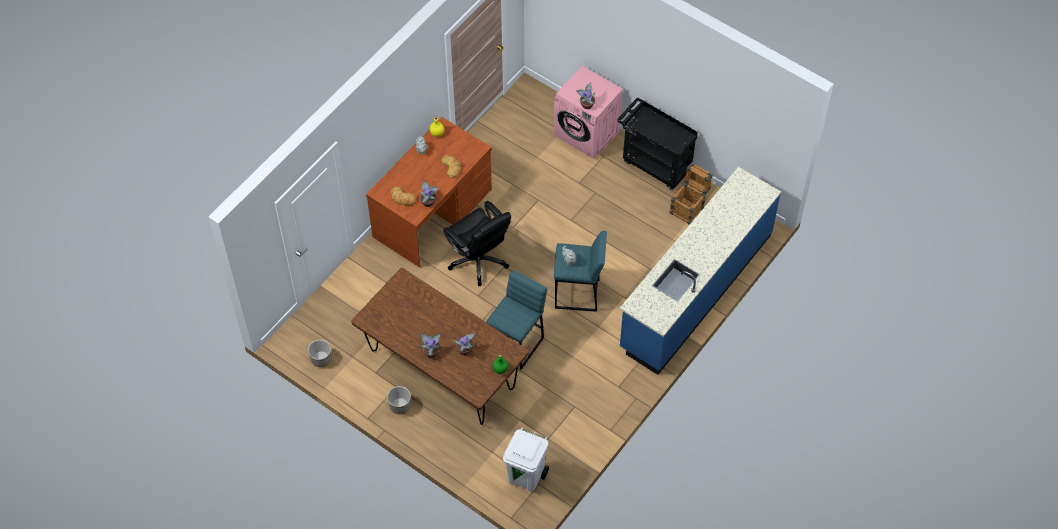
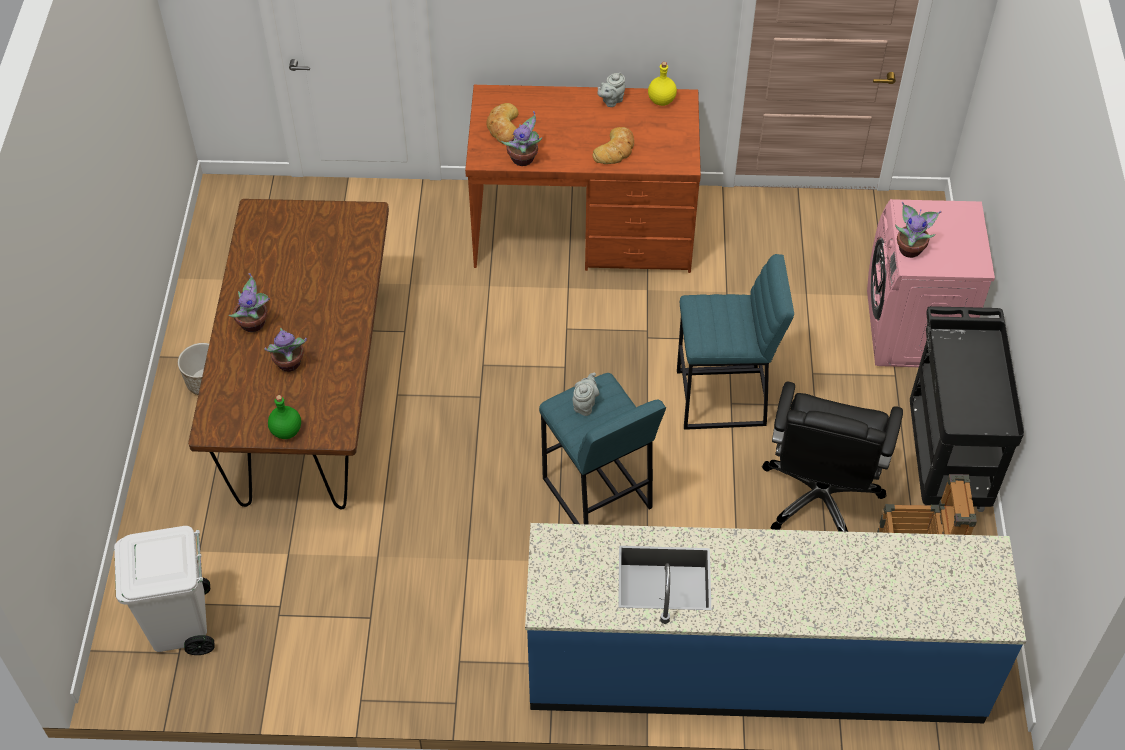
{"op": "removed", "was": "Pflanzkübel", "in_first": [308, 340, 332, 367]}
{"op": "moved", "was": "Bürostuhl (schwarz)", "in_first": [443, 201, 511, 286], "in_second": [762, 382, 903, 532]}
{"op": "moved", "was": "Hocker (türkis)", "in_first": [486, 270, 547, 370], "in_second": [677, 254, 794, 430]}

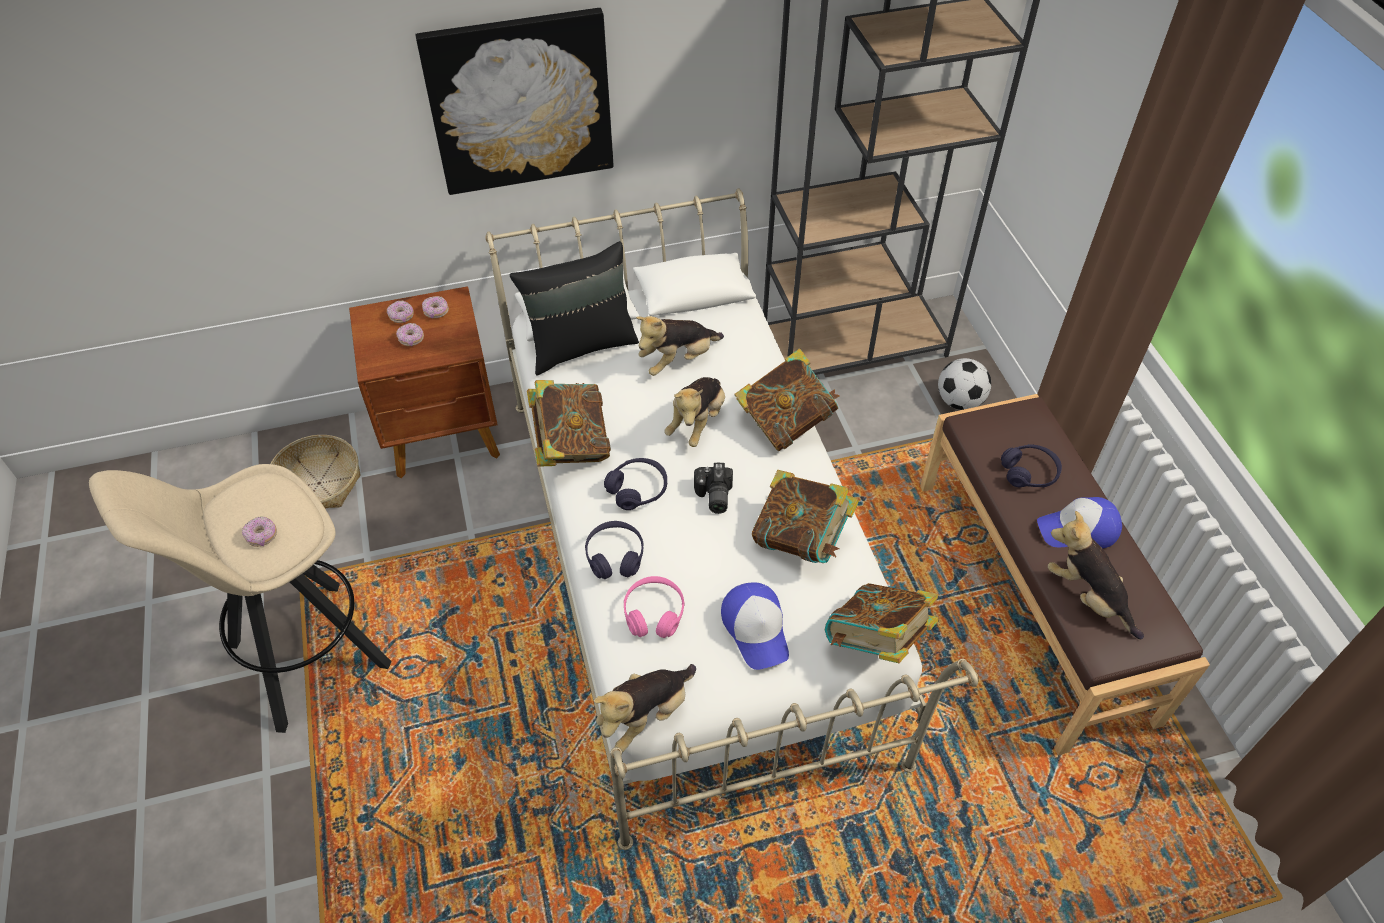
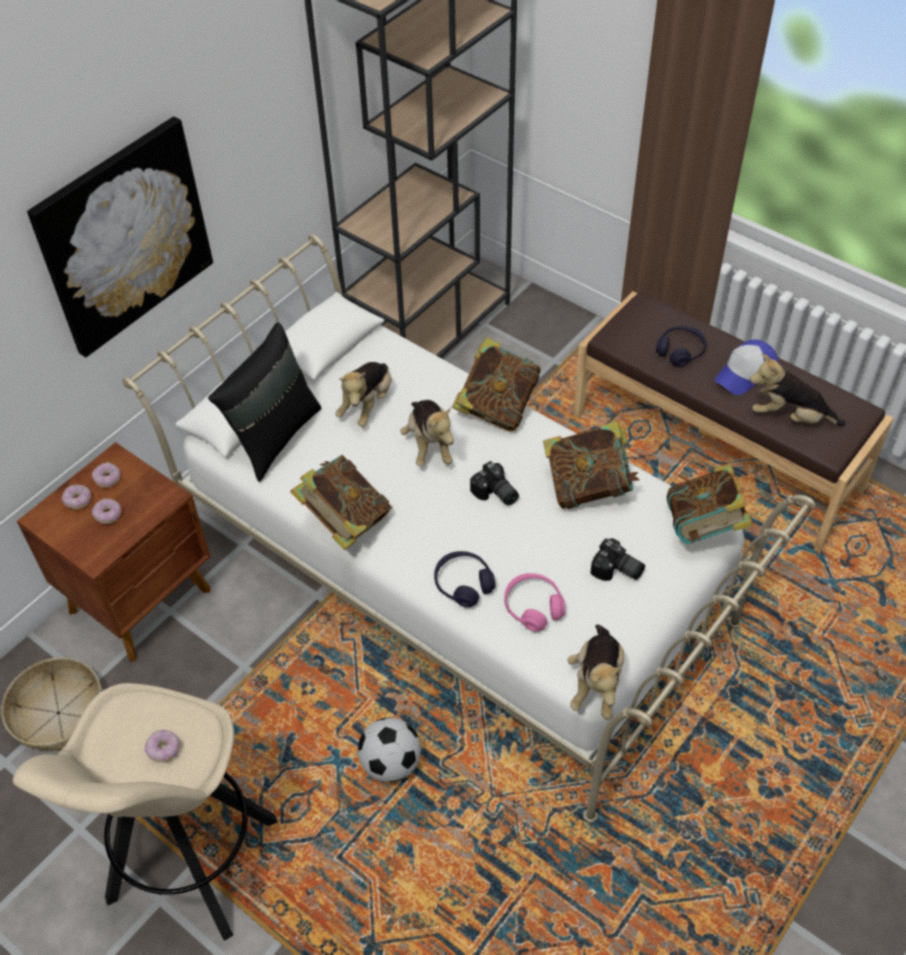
{"op": "removed", "was": "Kopfhörer (lila)", "in_first": [604, 458, 667, 510]}
{"op": "replaced", "was": "Kappe", "now": "Kamera", "in_first": [721, 583, 789, 670], "in_second": [590, 538, 645, 581]}
{"op": "moved", "was": "Fußball", "in_first": [938, 358, 991, 410], "in_second": [358, 717, 421, 782]}

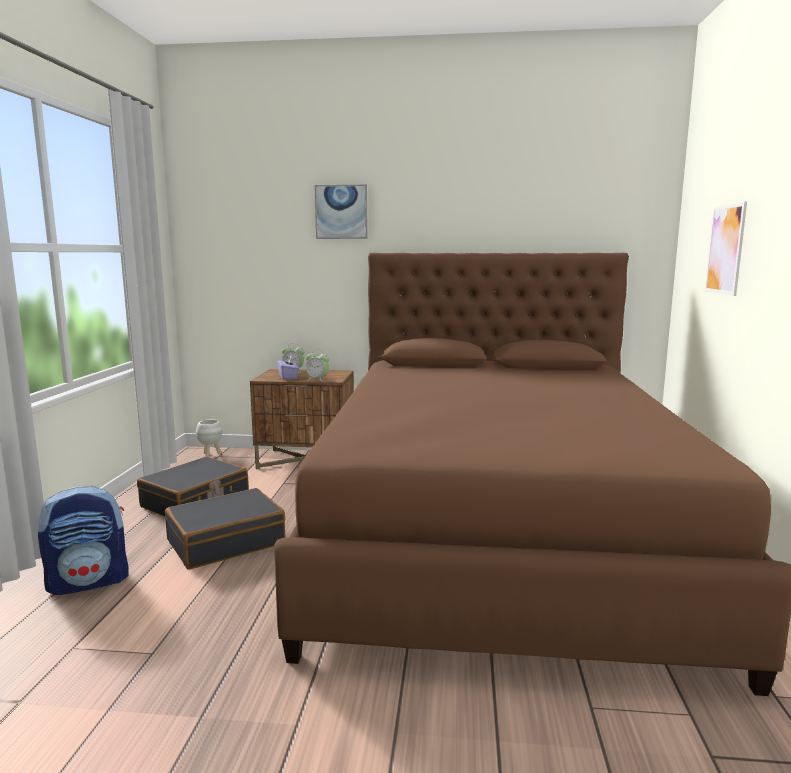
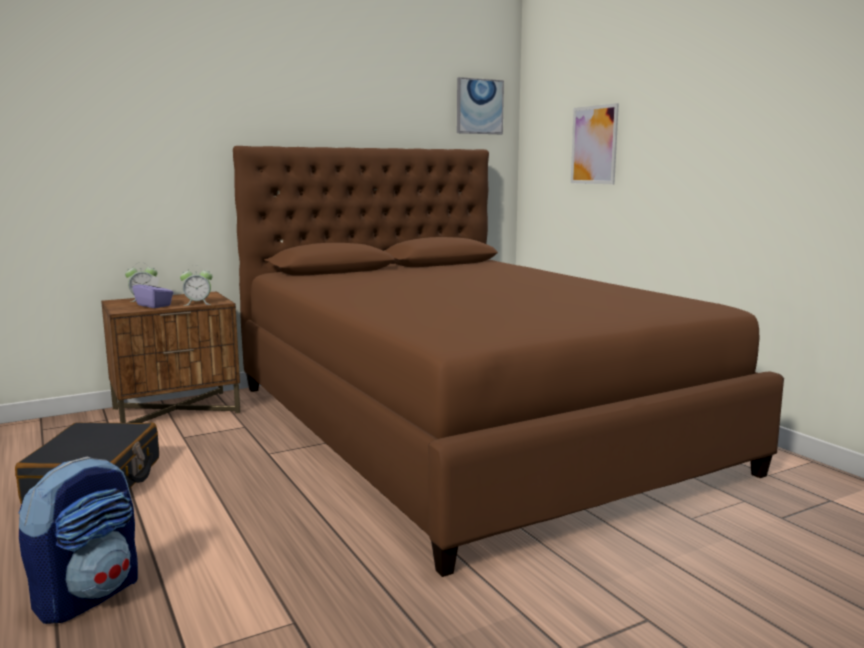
{"op": "removed", "was": "Koffer (schwarz)", "in_first": [165, 488, 285, 570]}
{"op": "removed", "was": "Pflanzkübel (weiß)", "in_first": [196, 420, 222, 457]}
{"op": "moved", "was": "Bild", "in_first": [315, 185, 368, 239], "in_second": [457, 77, 504, 134]}

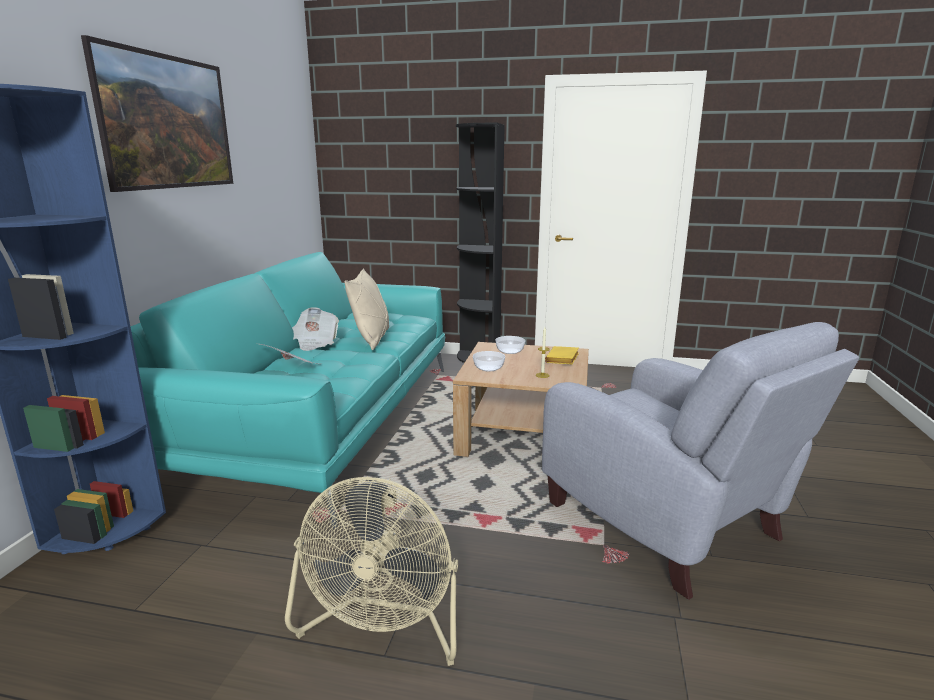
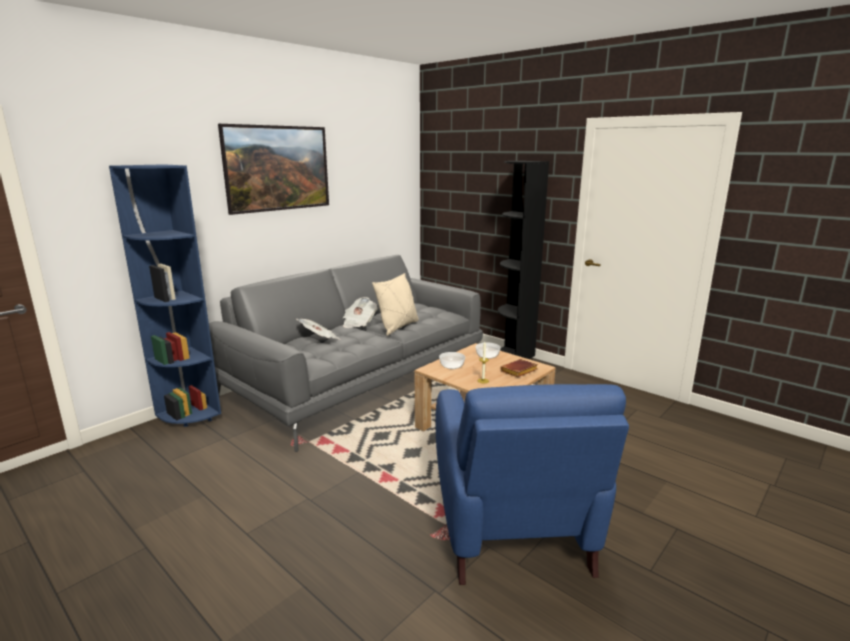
{"op": "recoloured", "was": "Sofa (türkis)", "now": "Sofa (grau)", "in_first": [130, 252, 445, 528], "in_second": [209, 255, 483, 452]}
{"op": "removed", "was": "Ventilator (beige)", "in_first": [285, 476, 458, 666]}
{"op": "recoloured", "was": "Sessel (grau)", "now": "Sessel (blau)", "in_first": [542, 322, 859, 600], "in_second": [436, 384, 629, 585]}
{"op": "recoloured", "was": "Buch (gelb)", "now": "Buch (braun)", "in_first": [545, 346, 579, 364], "in_second": [500, 359, 538, 377]}

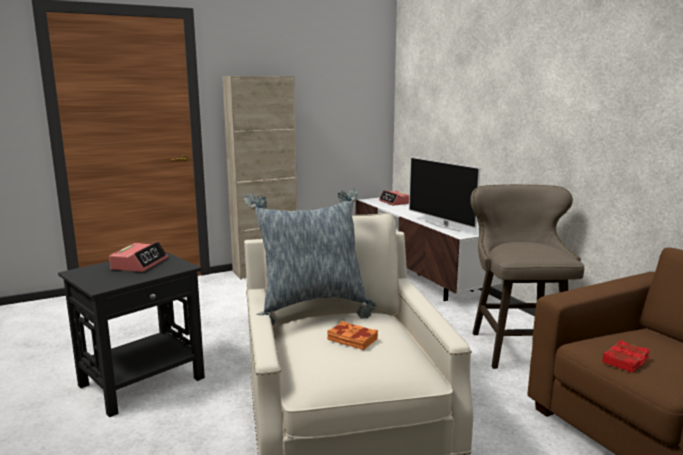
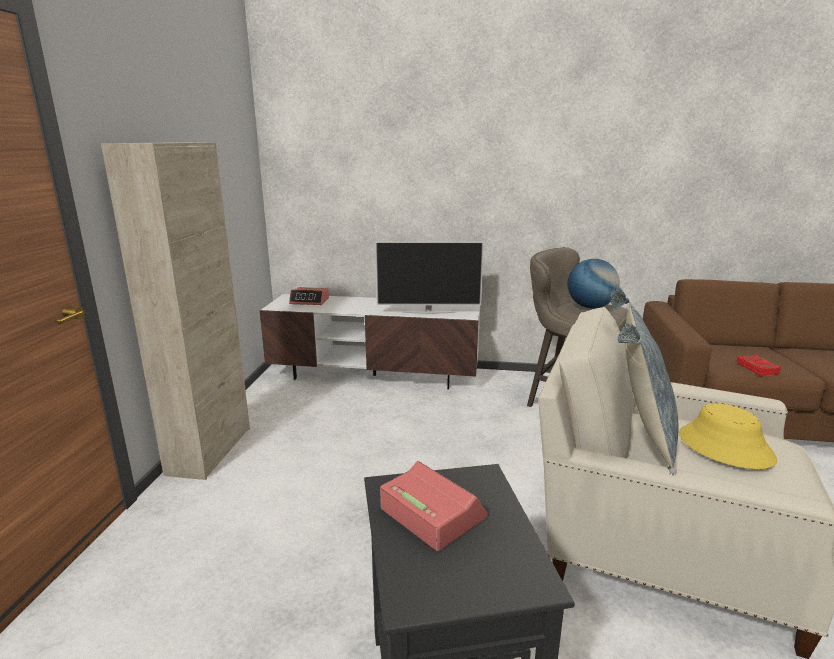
{"op": "replaced", "was": "Buch (orange)", "now": "Hut (gelb)", "in_first": [327, 321, 378, 350], "in_second": [679, 403, 777, 469]}
{"op": "added", "now": "Globus", "in_second": [568, 259, 620, 308]}

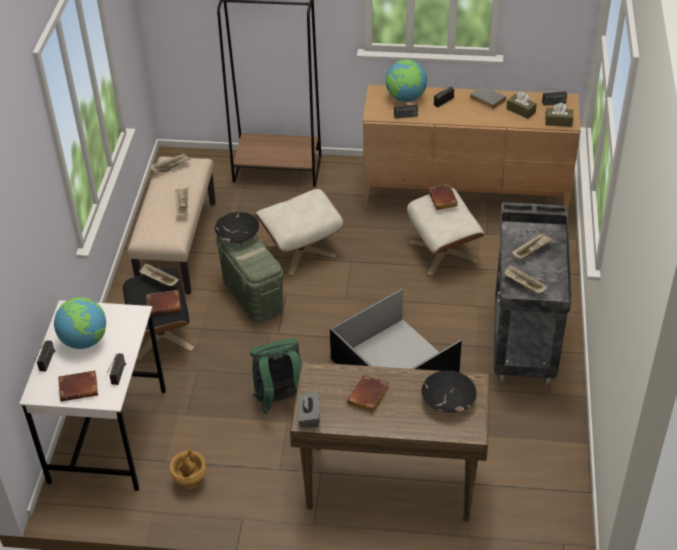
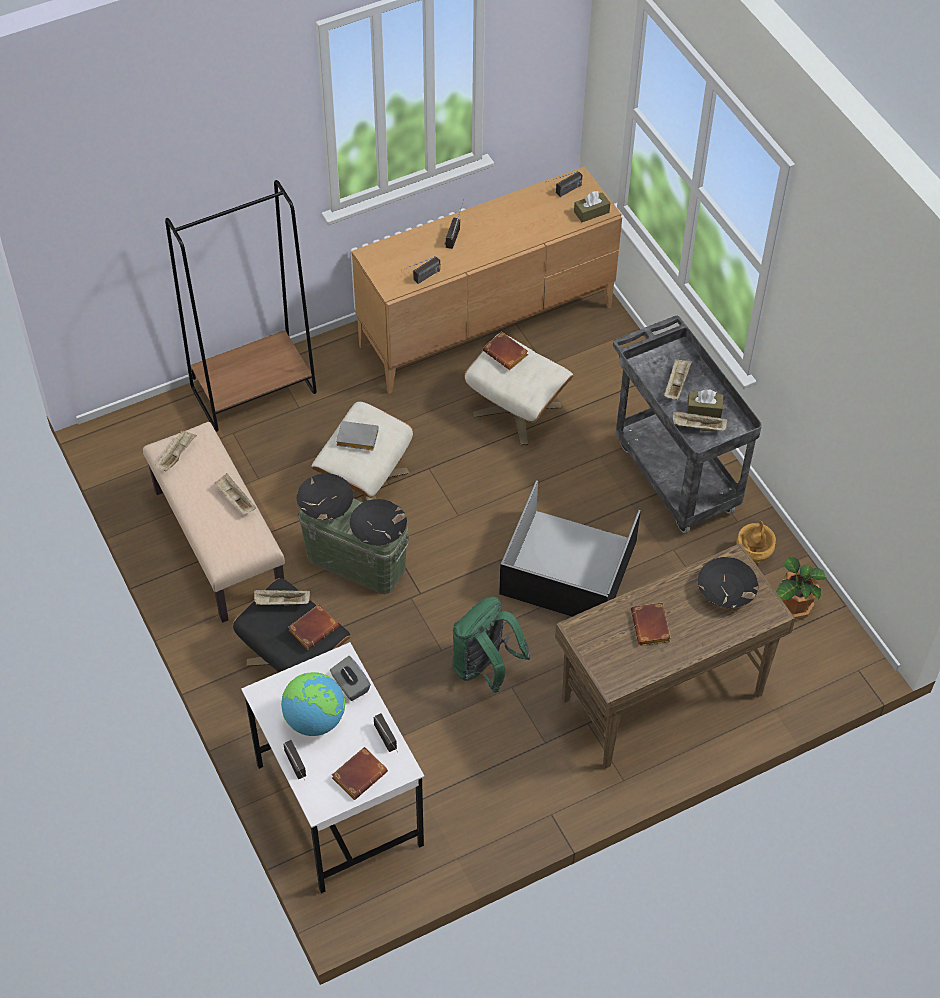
{"op": "moved", "was": "Vase (braun)", "in_first": [170, 448, 206, 489], "in_second": [736, 520, 776, 564]}
{"op": "moved", "was": "Taschentuchbox (grau)", "in_first": [297, 391, 320, 427], "in_second": [330, 656, 371, 701]}
{"op": "removed", "was": "Globus", "in_first": [386, 59, 427, 102]}
{"op": "moved", "was": "Buch (grau)", "in_first": [470, 86, 506, 109], "in_second": [336, 421, 379, 450]}
{"op": "moved", "was": "Taschentuchbox (braun)", "in_first": [507, 92, 537, 119], "in_second": [687, 390, 724, 418]}
{"op": "added", "now": "Schüssel (schwarz)", "in_second": [350, 499, 407, 546]}
{"op": "added", "now": "Topfpflanze", "in_second": [776, 557, 826, 619]}

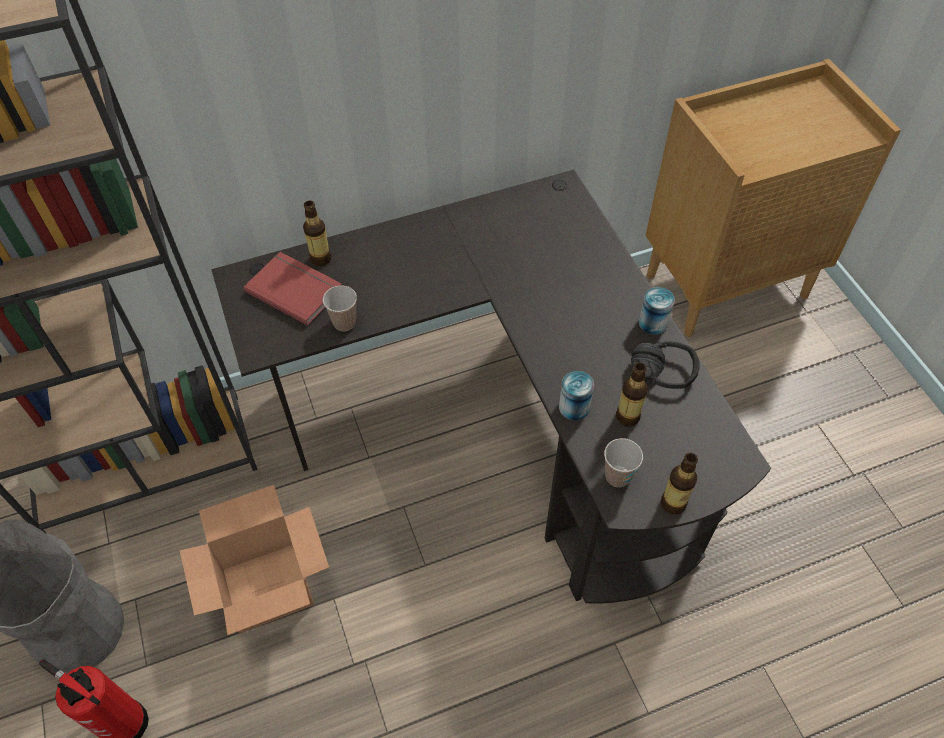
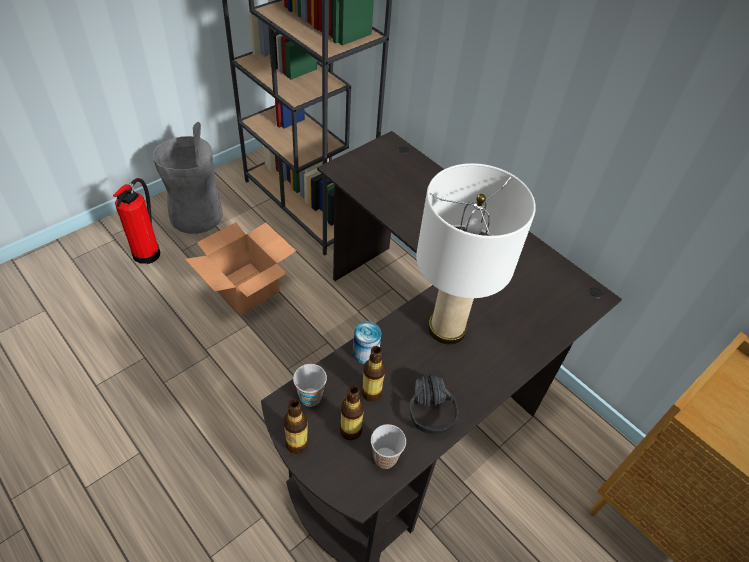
{"op": "removed", "was": "Buch (rot)", "in_first": [244, 252, 342, 326]}
{"op": "moved", "was": "Flasche", "in_first": [303, 201, 331, 266], "in_second": [340, 385, 364, 440]}
{"op": "moved", "was": "Tasse", "in_first": [323, 285, 357, 331], "in_second": [371, 424, 406, 469]}
{"op": "removed", "was": "Dose", "in_first": [639, 287, 675, 335]}
{"op": "added", "now": "Tischlampe (weiß)", "in_second": [416, 163, 536, 345]}

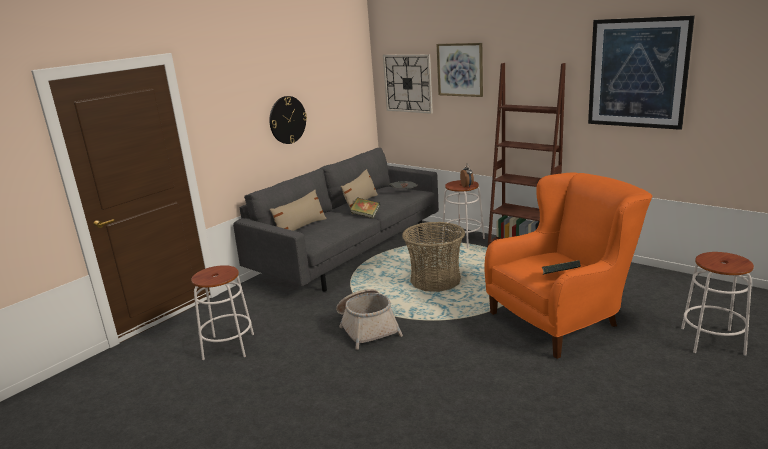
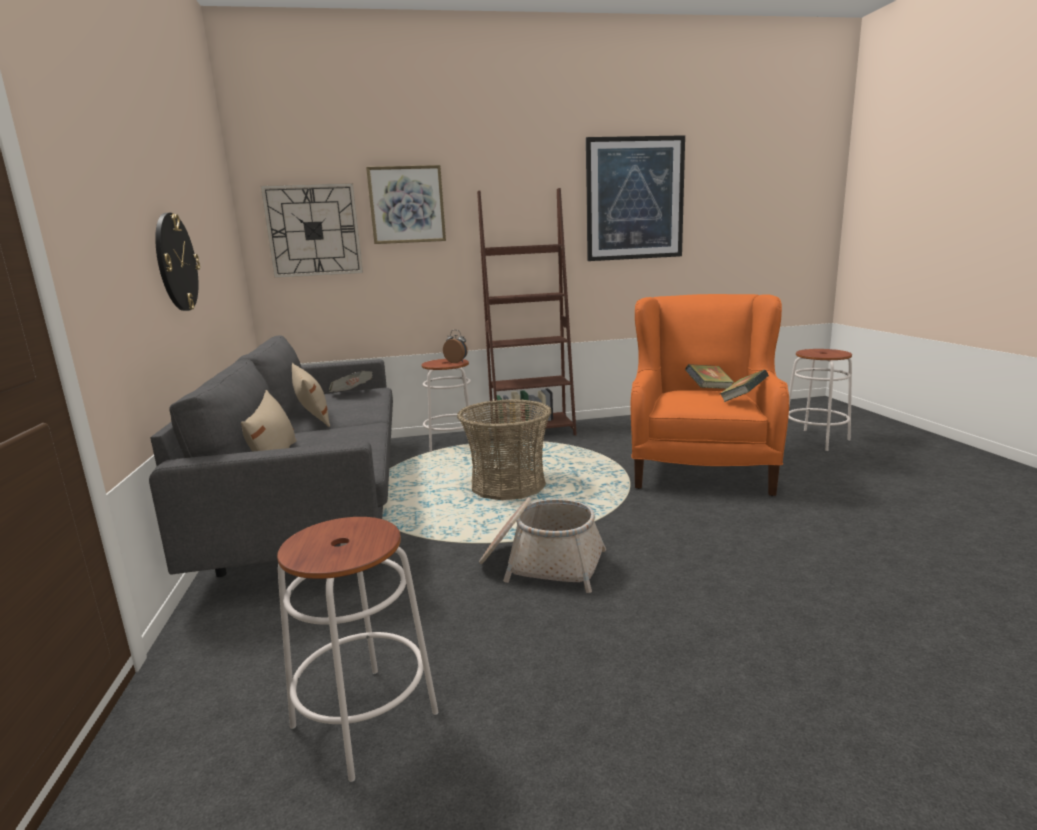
{"op": "moved", "was": "Buch", "in_first": [350, 197, 380, 219], "in_second": [685, 364, 734, 389]}

